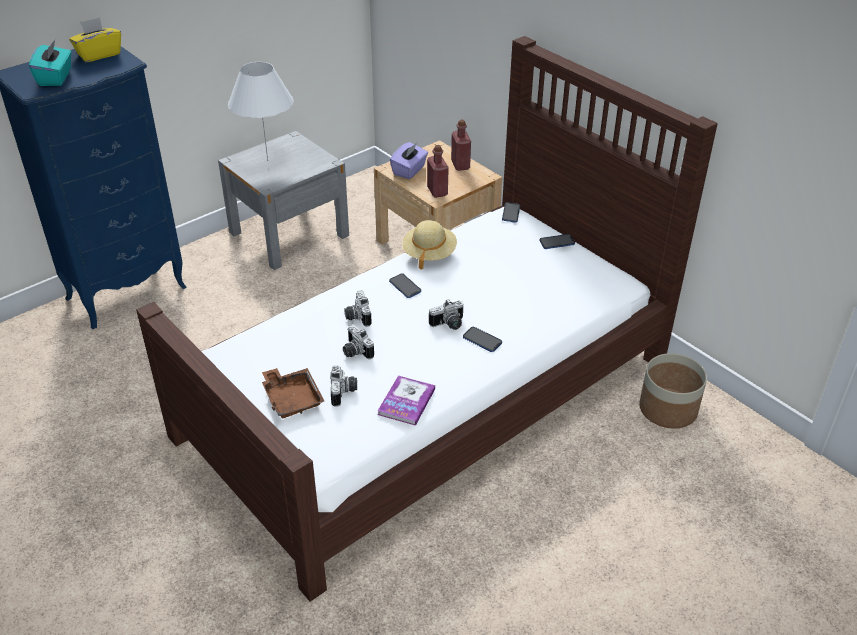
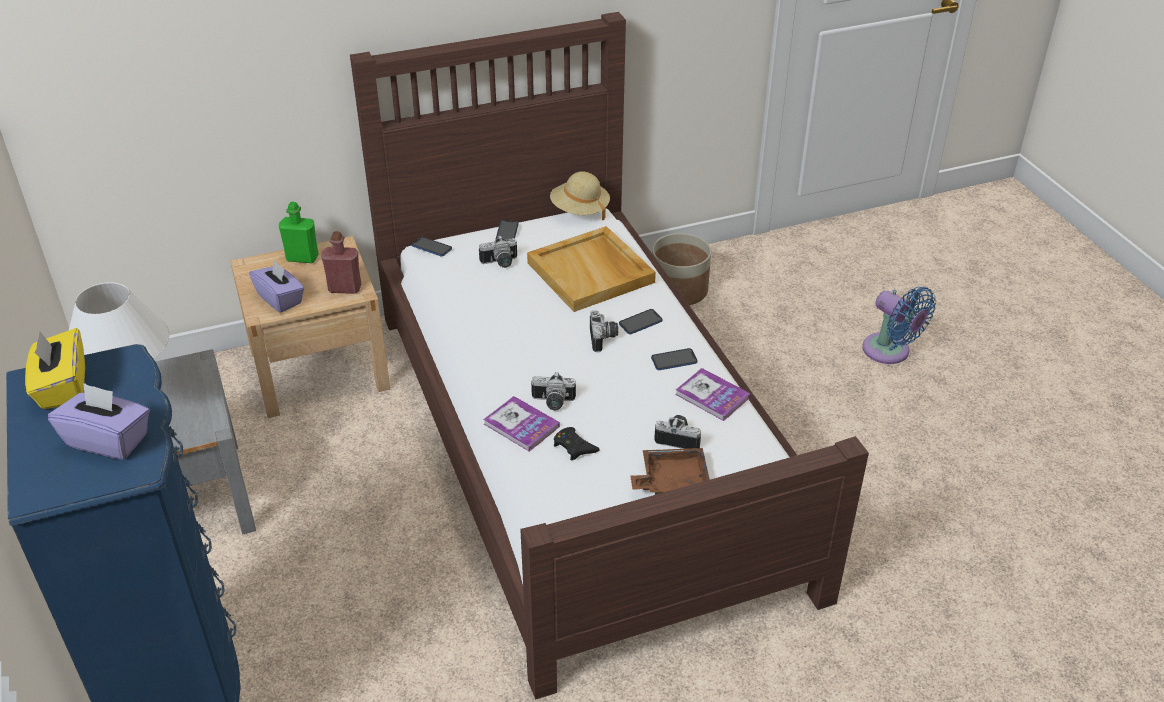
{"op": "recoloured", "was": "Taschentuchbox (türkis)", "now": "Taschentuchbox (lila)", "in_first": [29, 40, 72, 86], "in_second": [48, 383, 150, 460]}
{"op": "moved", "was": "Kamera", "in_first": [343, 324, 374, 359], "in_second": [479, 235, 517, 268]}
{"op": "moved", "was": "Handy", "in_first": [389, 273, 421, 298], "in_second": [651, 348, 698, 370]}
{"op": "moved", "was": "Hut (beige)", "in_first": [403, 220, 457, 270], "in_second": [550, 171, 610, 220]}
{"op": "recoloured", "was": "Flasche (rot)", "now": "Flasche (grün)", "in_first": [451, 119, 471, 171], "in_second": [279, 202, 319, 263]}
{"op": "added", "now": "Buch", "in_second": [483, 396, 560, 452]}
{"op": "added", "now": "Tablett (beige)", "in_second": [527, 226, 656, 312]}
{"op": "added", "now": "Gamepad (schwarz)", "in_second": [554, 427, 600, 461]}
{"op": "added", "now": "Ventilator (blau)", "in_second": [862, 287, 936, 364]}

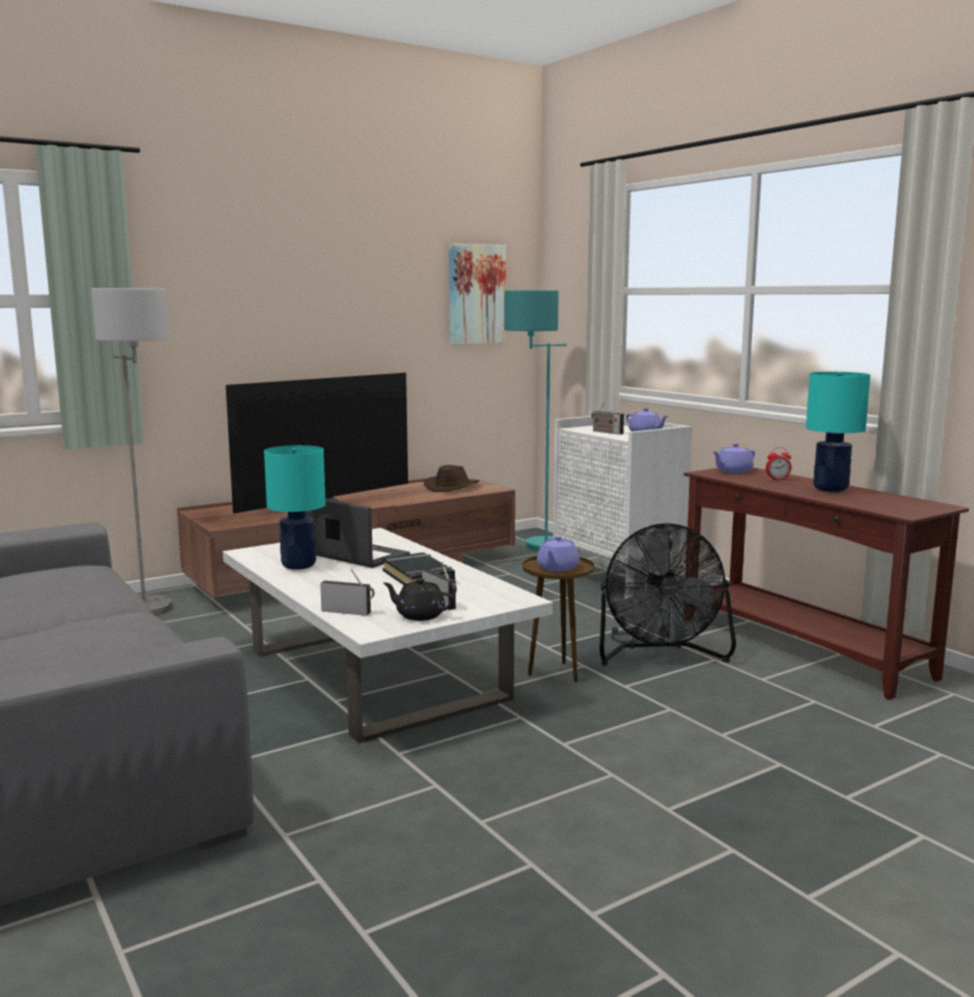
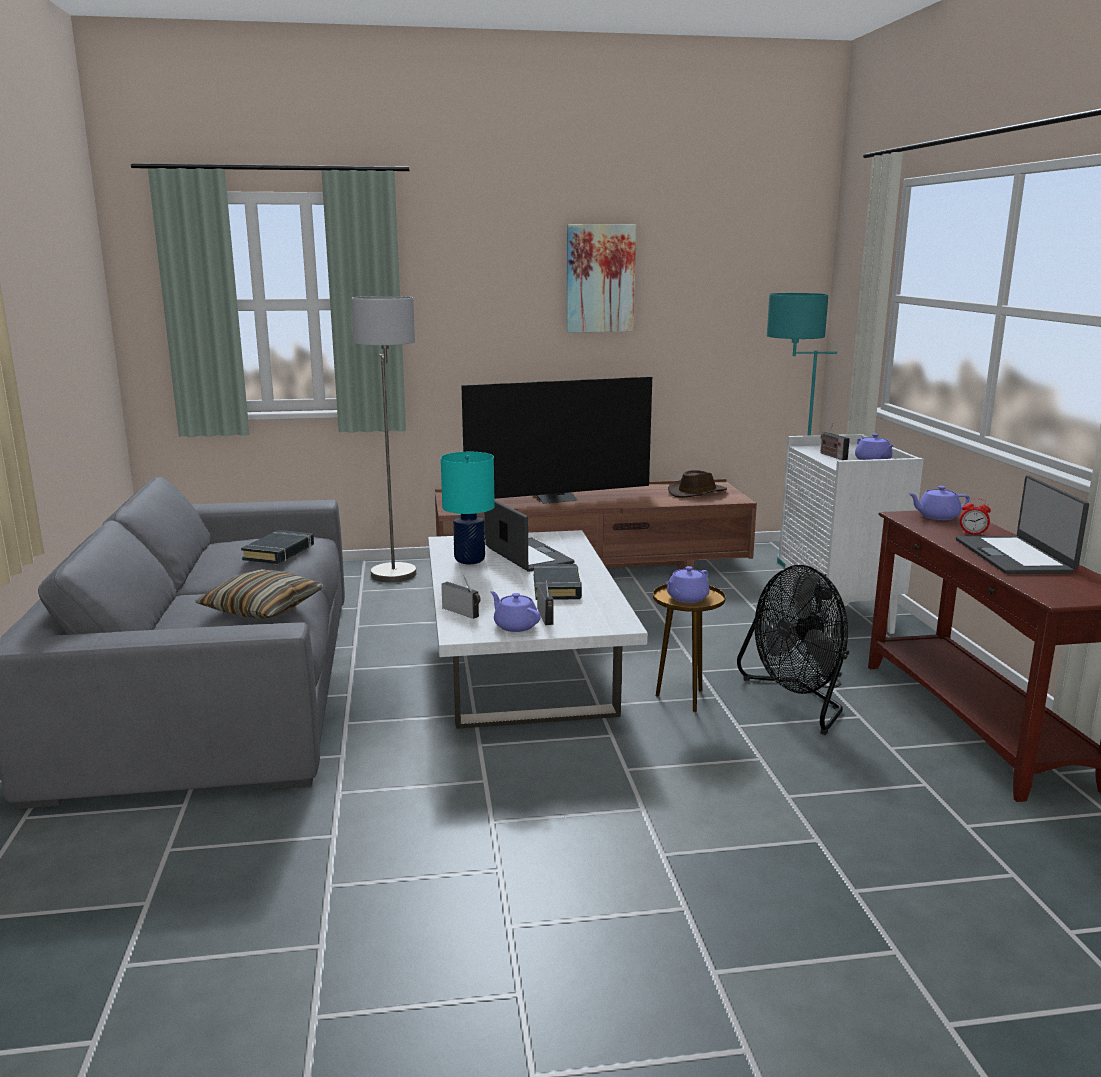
{"op": "recoloured", "was": "Teekanne (schwarz)", "now": "Teekanne (lila)", "in_first": [383, 578, 455, 621], "in_second": [490, 591, 541, 632]}
{"op": "moved", "was": "Bild", "in_first": [449, 243, 506, 345], "in_second": [566, 224, 636, 332]}
{"op": "turned", "was": "Ventilator (schwarz)", "in_first": [600, 523, 736, 666], "in_second": [737, 565, 849, 735], "clockwise": 45}
{"op": "replaced", "was": "Tischlampe (türkis)", "now": "Laptop", "in_first": [806, 372, 870, 492], "in_second": [956, 475, 1089, 574]}
{"op": "added", "now": "Kissen", "in_second": [195, 569, 324, 619]}
{"op": "added", "now": "Buch (schwarz)", "in_second": [241, 530, 314, 564]}

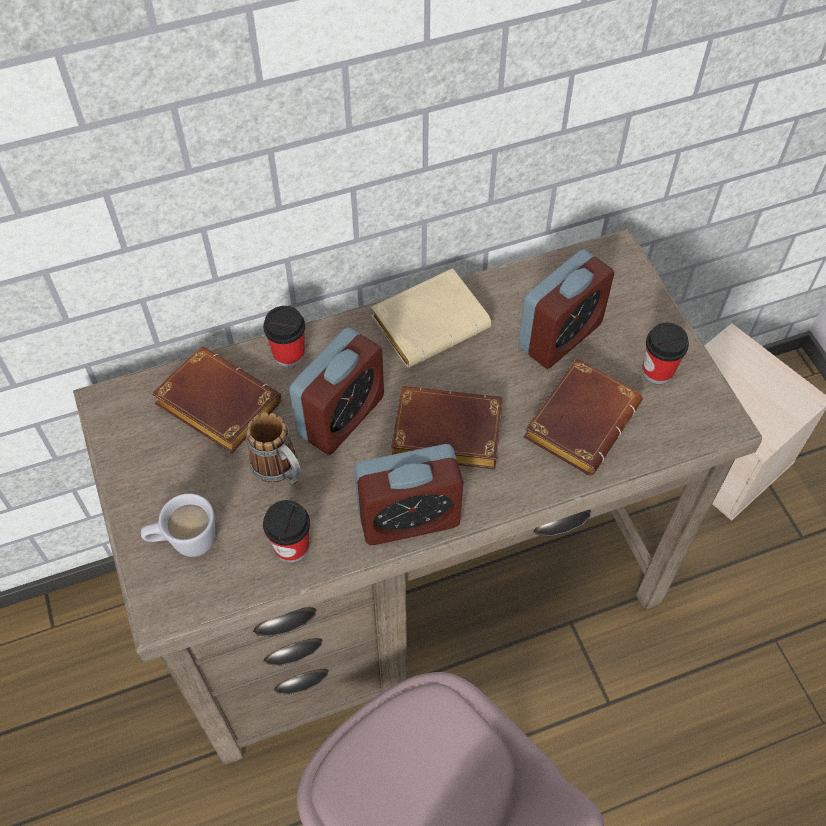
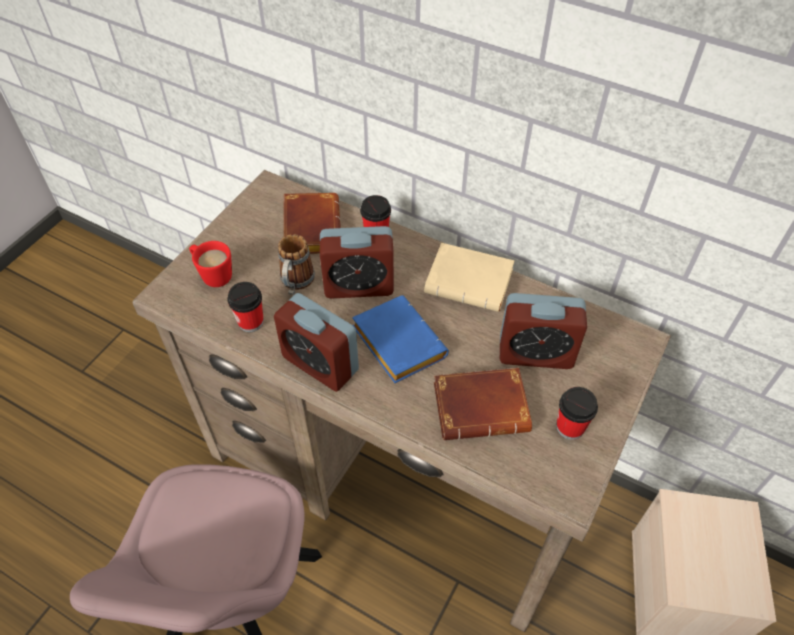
{"op": "recoloured", "was": "Henkelbecher (weiß)", "now": "Henkelbecher (rot)", "in_first": [141, 493, 215, 557], "in_second": [189, 241, 232, 287]}
{"op": "recoloured", "was": "Buch (braun)", "now": "Buch (blau)", "in_first": [391, 386, 503, 469], "in_second": [352, 295, 449, 383]}

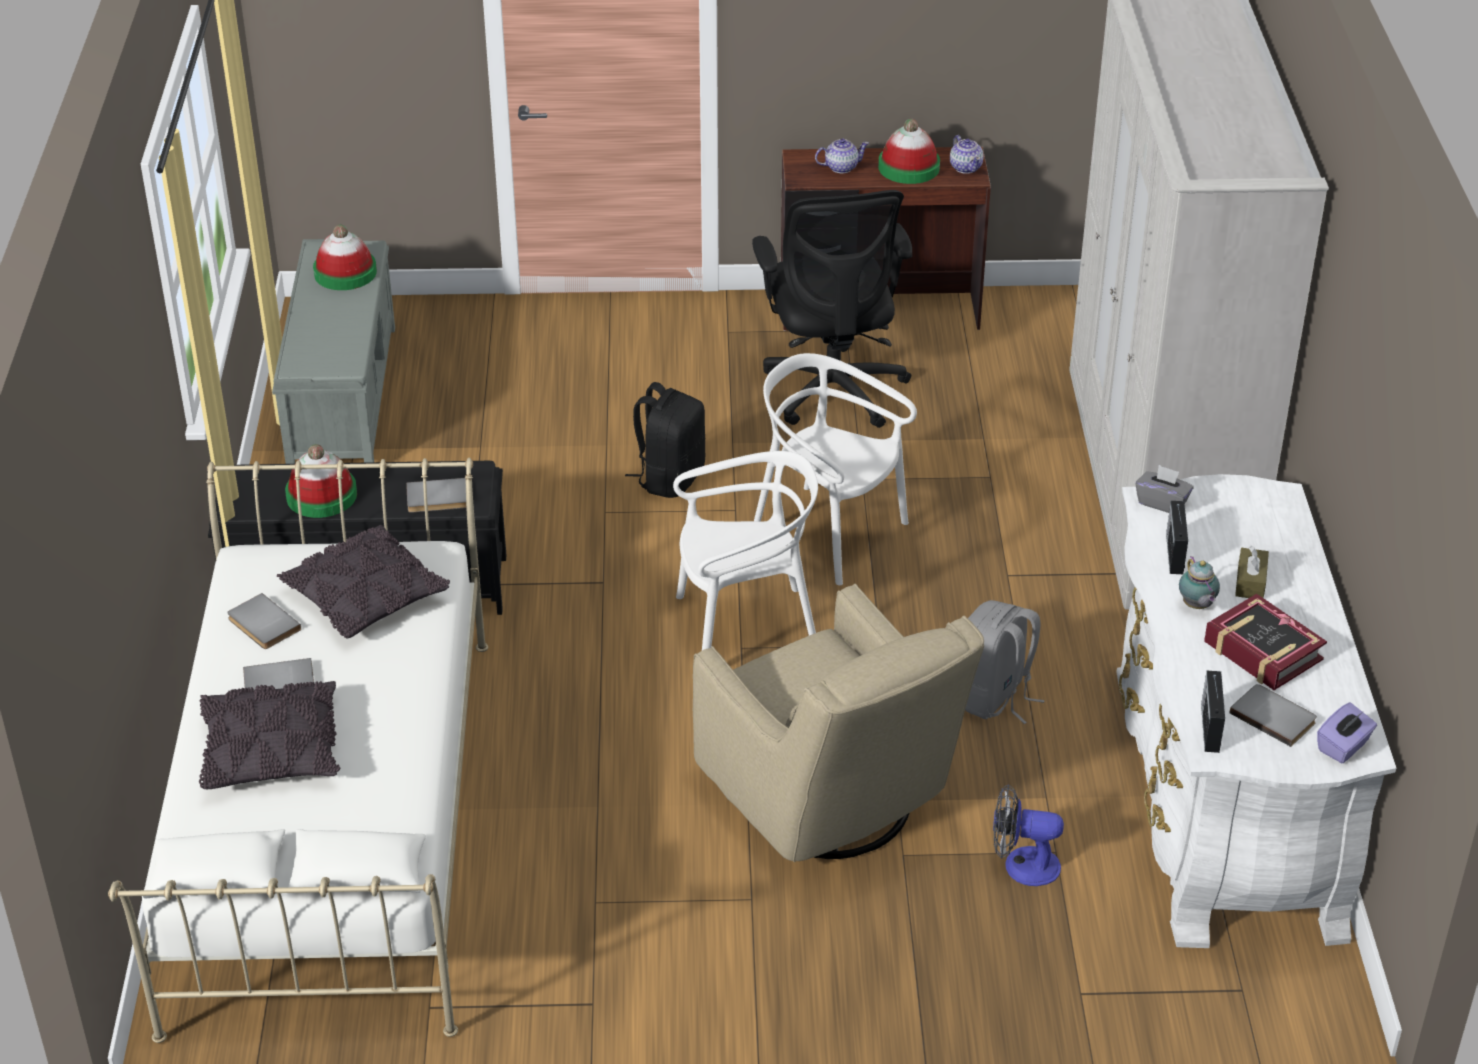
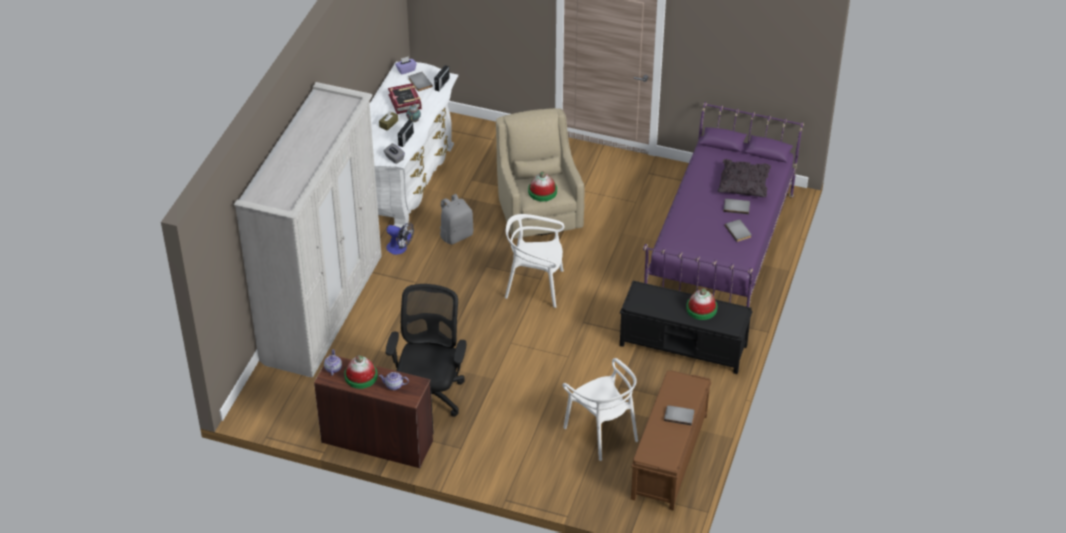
{"op": "recoloured", "was": "Bett (weiß)", "now": "Bett (lila)", "in_first": [108, 458, 488, 1043], "in_second": [643, 102, 804, 307]}
{"op": "recoloured", "was": "Bank (grau)", "now": "Bank (braun)", "in_first": [272, 239, 395, 464], "in_second": [631, 370, 711, 511]}
{"op": "removed", "was": "Kissen (schwarz)", "in_first": [277, 525, 450, 639]}
{"op": "moved", "was": "Hut", "in_first": [313, 225, 377, 290], "in_second": [528, 172, 557, 201]}
{"op": "moved", "was": "Buch (grau)", "in_first": [406, 478, 466, 512], "in_second": [664, 405, 695, 426]}
{"op": "removed", "was": "Rucksack (schwarz)", "in_first": [625, 382, 705, 498]}
{"op": "moved", "was": "Stuhl (weiß)", "in_first": [754, 353, 917, 585], "in_second": [562, 358, 638, 461]}
{"op": "moved", "was": "Ventilator", "in_first": [993, 784, 1064, 886], "in_second": [386, 222, 414, 255]}

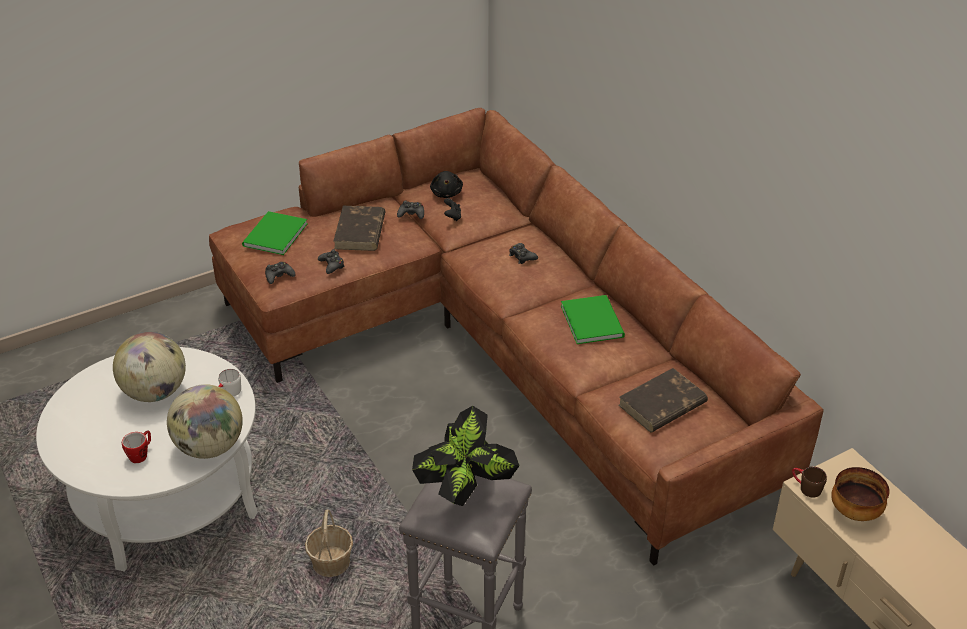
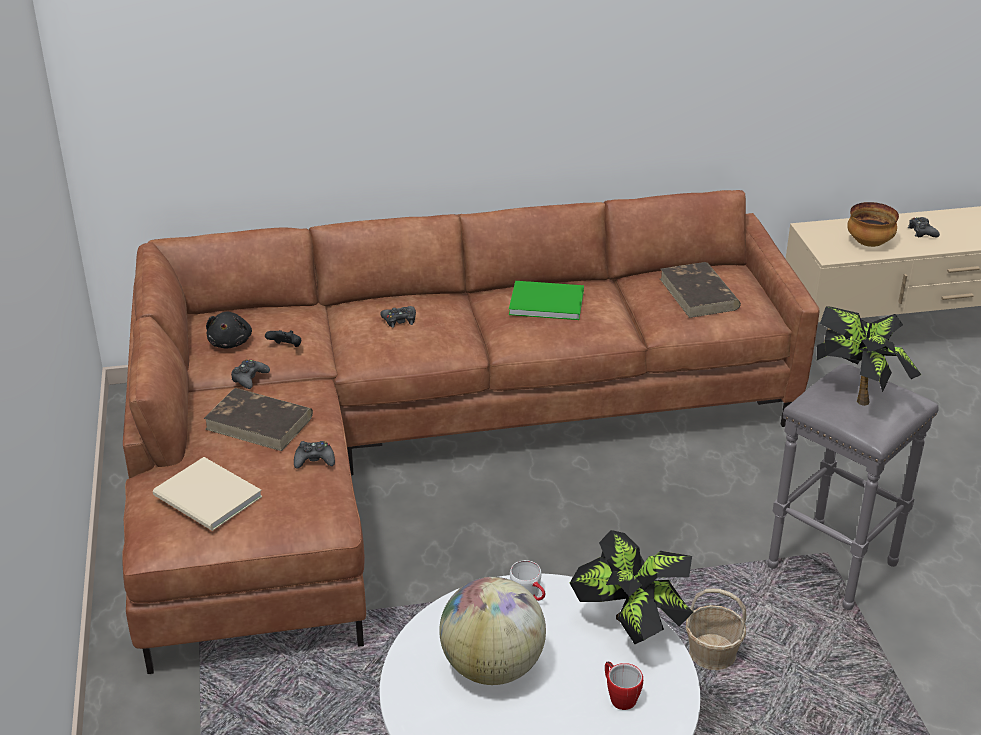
{"op": "replaced", "was": "Globus", "now": "Topfpflanze", "in_first": [167, 384, 243, 459], "in_second": [570, 530, 693, 644]}
{"op": "recoloured", "was": "Buch (grün)", "now": "Buch (beige)", "in_first": [242, 211, 308, 255], "in_second": [153, 457, 262, 531]}
{"op": "moved", "was": "Gamepad (schwarz)", "in_first": [265, 261, 296, 284], "in_second": [908, 217, 940, 237]}
{"op": "turned", "was": "Plüschtier (schwarz)", "in_first": [430, 171, 463, 198], "in_second": [206, 312, 252, 348], "clockwise": 75}
{"op": "removed", "was": "Henkelbecher (braun)", "in_first": [792, 466, 827, 497]}

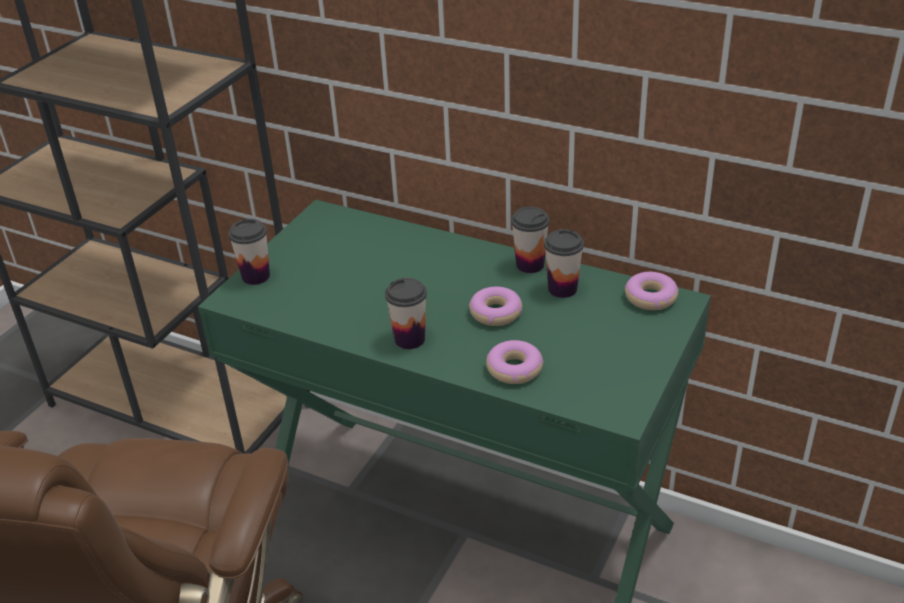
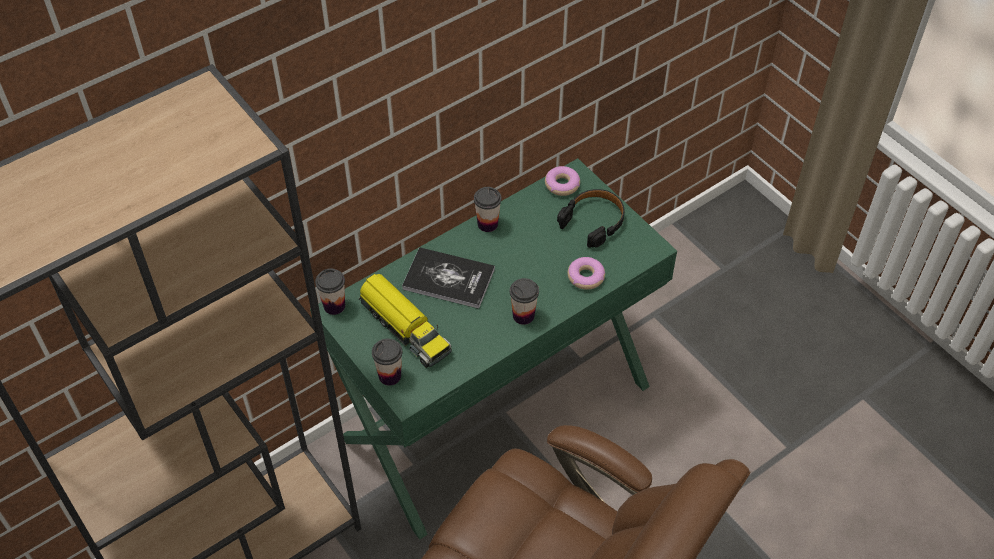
{"op": "removed", "was": "Donut", "in_first": [469, 287, 522, 326]}
{"op": "moved", "was": "Tasse", "in_first": [544, 229, 584, 298], "in_second": [315, 268, 345, 315]}
{"op": "added", "now": "Spielzeuglaster", "in_second": [359, 274, 452, 368]}
{"op": "added", "now": "Buch", "in_second": [402, 247, 495, 309]}
{"op": "added", "now": "Kopfhörer (schwarz)", "in_second": [557, 189, 624, 248]}

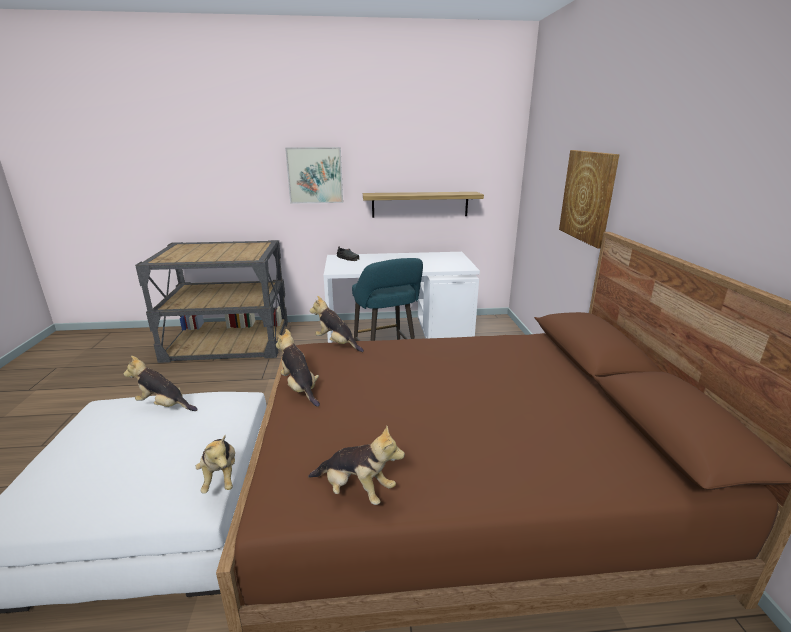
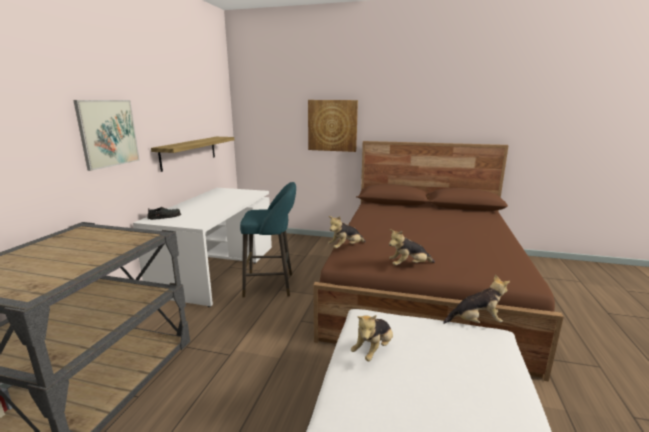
{"op": "removed", "was": "Plüschtier", "in_first": [308, 426, 405, 505]}

